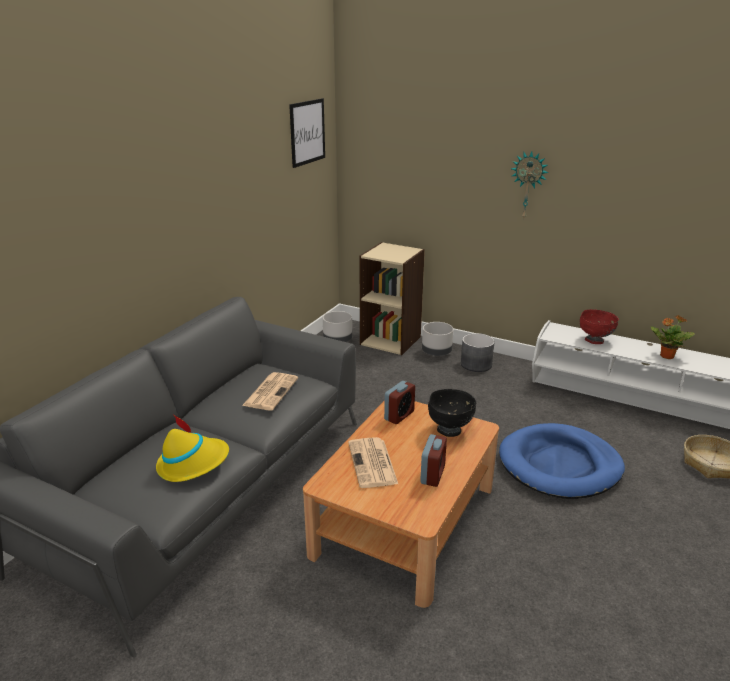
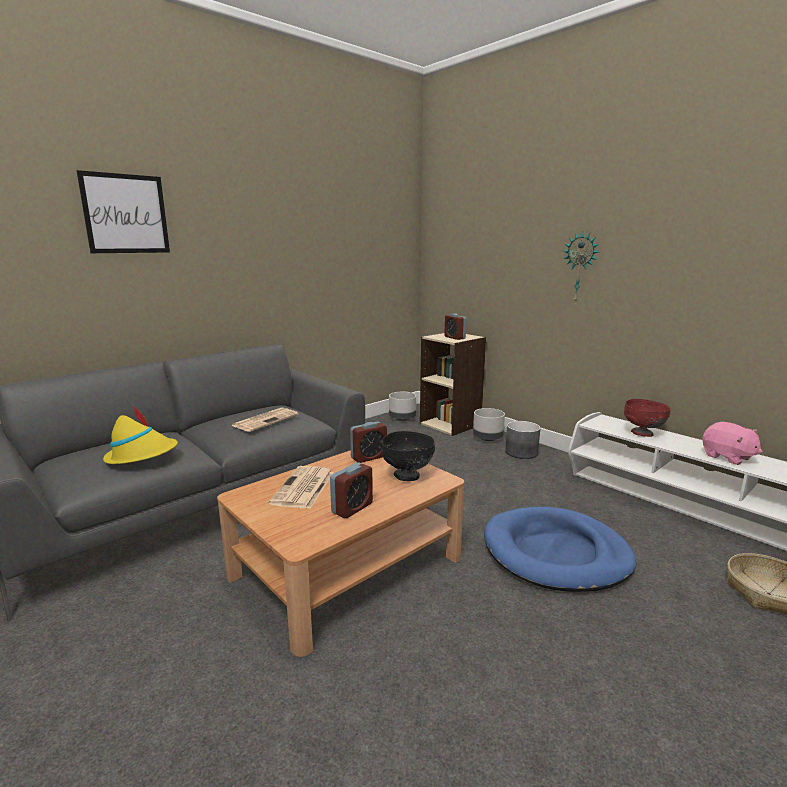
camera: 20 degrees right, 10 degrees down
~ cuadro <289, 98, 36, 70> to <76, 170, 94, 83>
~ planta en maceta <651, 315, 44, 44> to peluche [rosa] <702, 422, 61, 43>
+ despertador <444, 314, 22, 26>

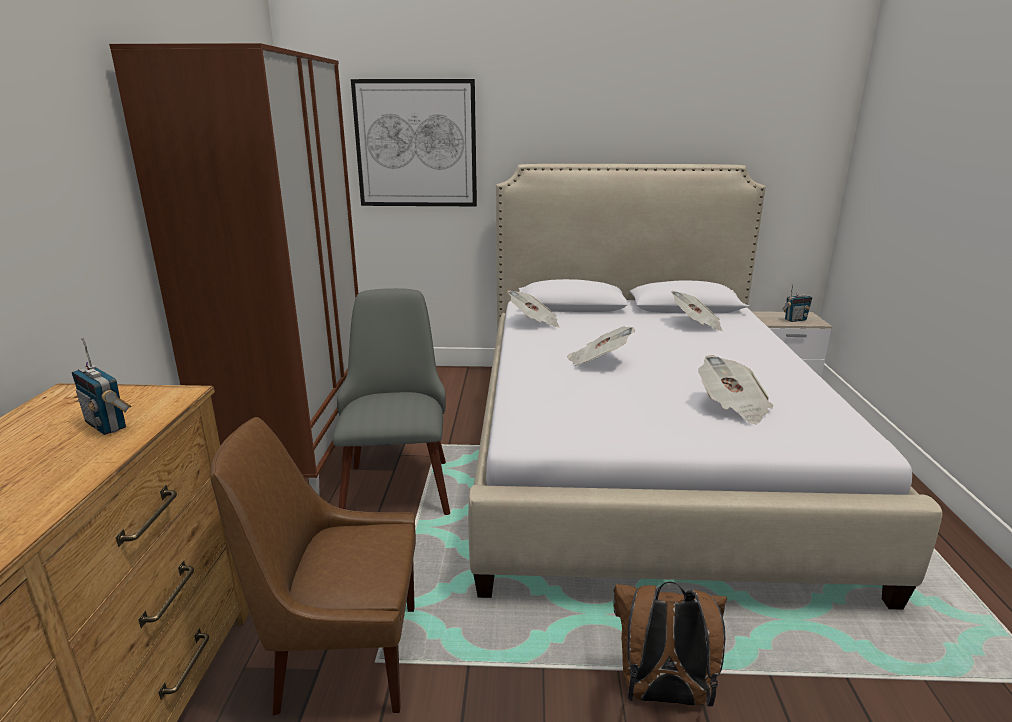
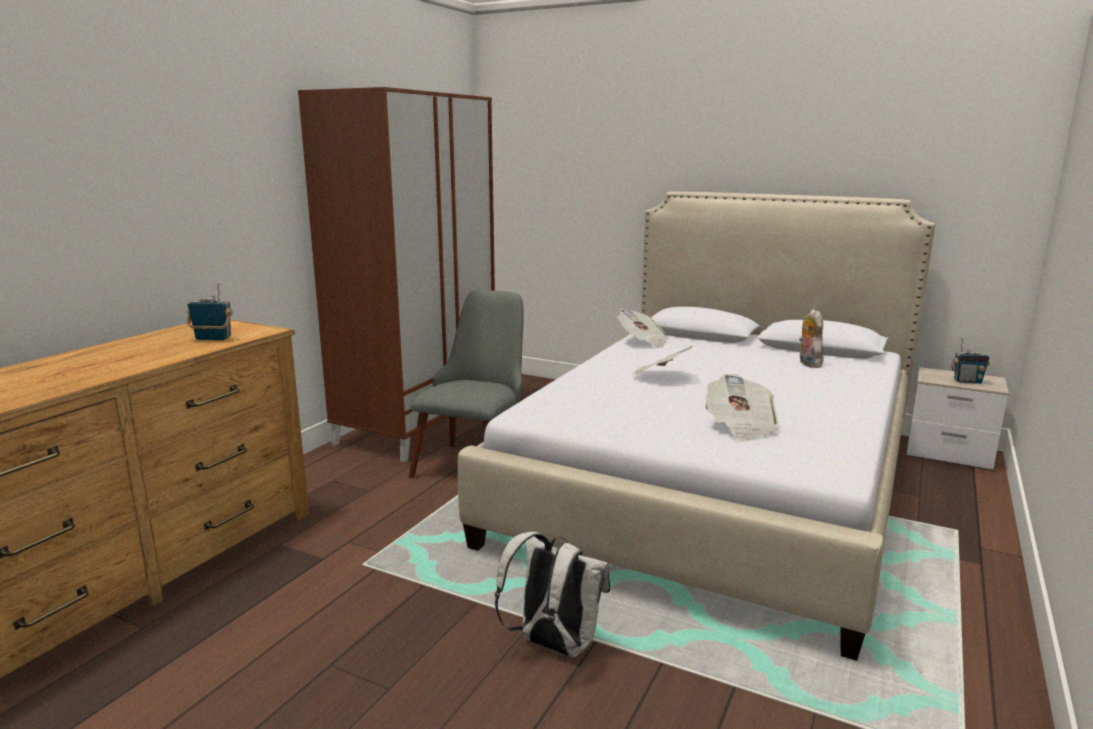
camera: 25 degrees right, 5 degrees down
~ radio <72, 338, 59, 97> = <187, 282, 46, 58> 120 degrees clockwise
- silla [marrón] <210, 417, 206, 299>
- cuadro <351, 79, 126, 127>
~ mochila [marrón] <613, 581, 114, 126> to mochila [blanco] <495, 532, 115, 125>
~ periódico <671, 291, 51, 40> to peluche <799, 309, 25, 59>

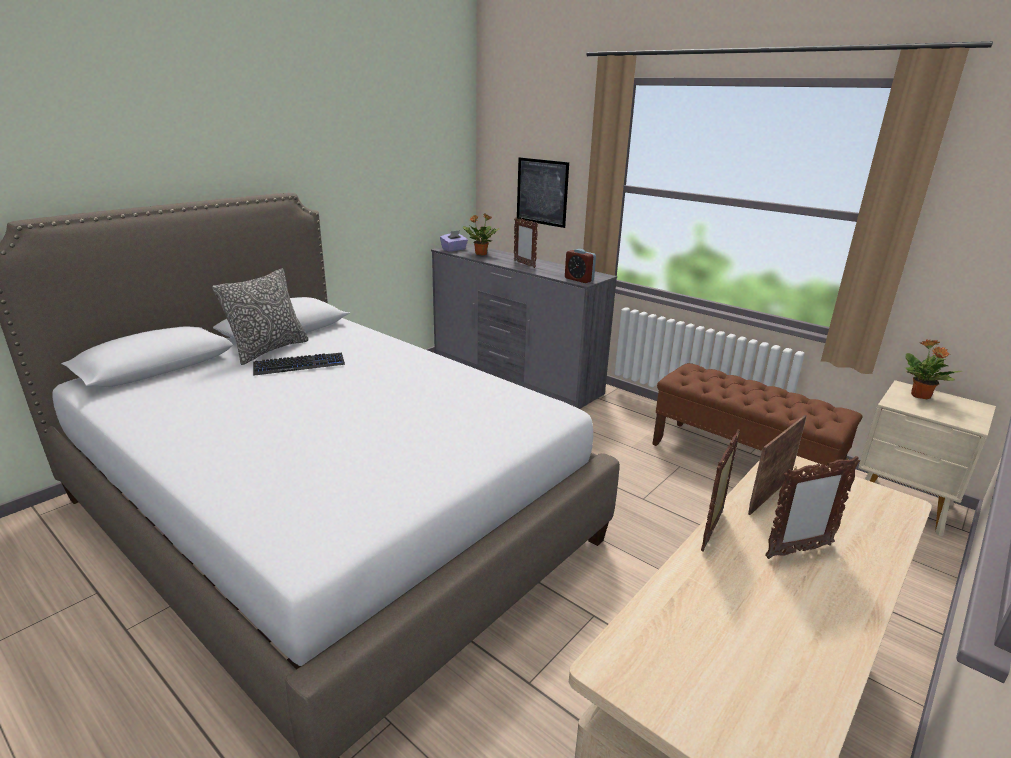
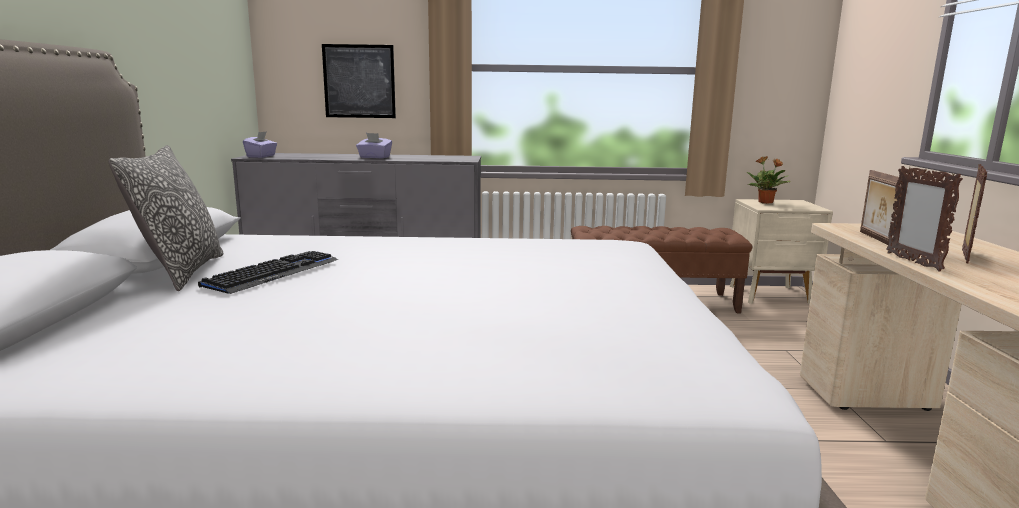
camera: 40 degrees left, 10 degrees down
- planta en maceta <463, 214, 36, 41>
~ portarretratos <514, 218, 24, 50> to caja de pañuelos [morado] <356, 133, 36, 26>
- despertador <565, 249, 31, 34>

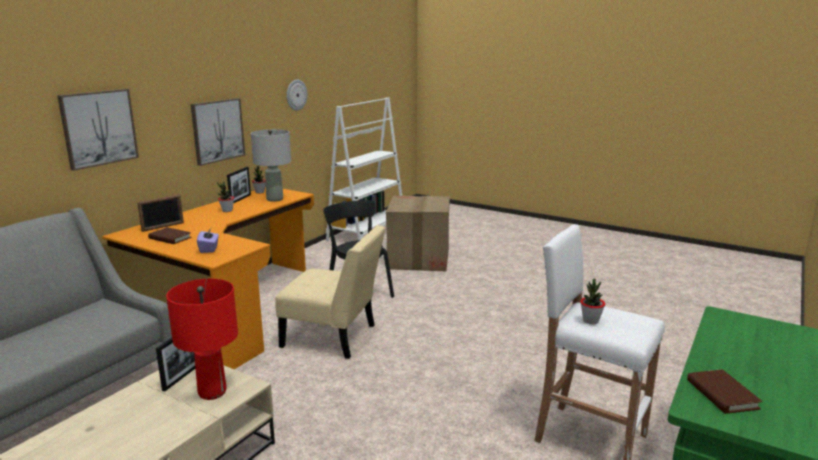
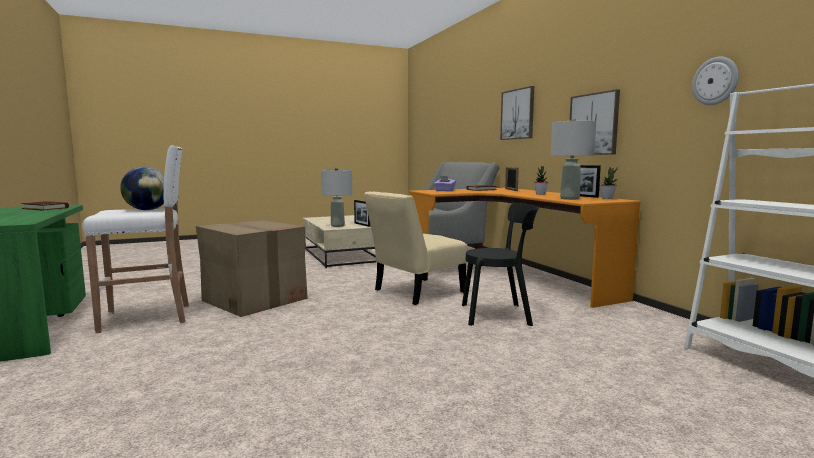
camera: 125 degrees right, 10 degrees down
~ lámpara de mesa [rojo] <166, 279, 72, 121> to lámpara de mesa [gris] <321, 168, 31, 59>
~ caja de cartón <386, 196, 64, 75> to <196, 220, 112, 97>
~ planta en maceta <580, 279, 25, 45> to globo terráqueo <120, 167, 44, 43>

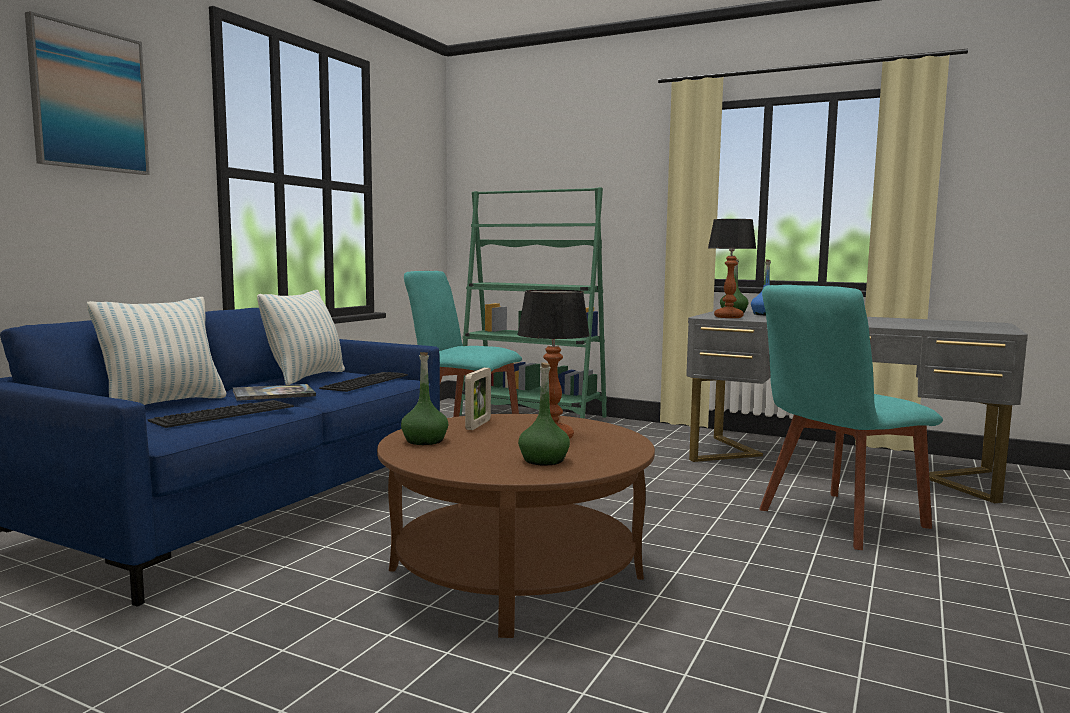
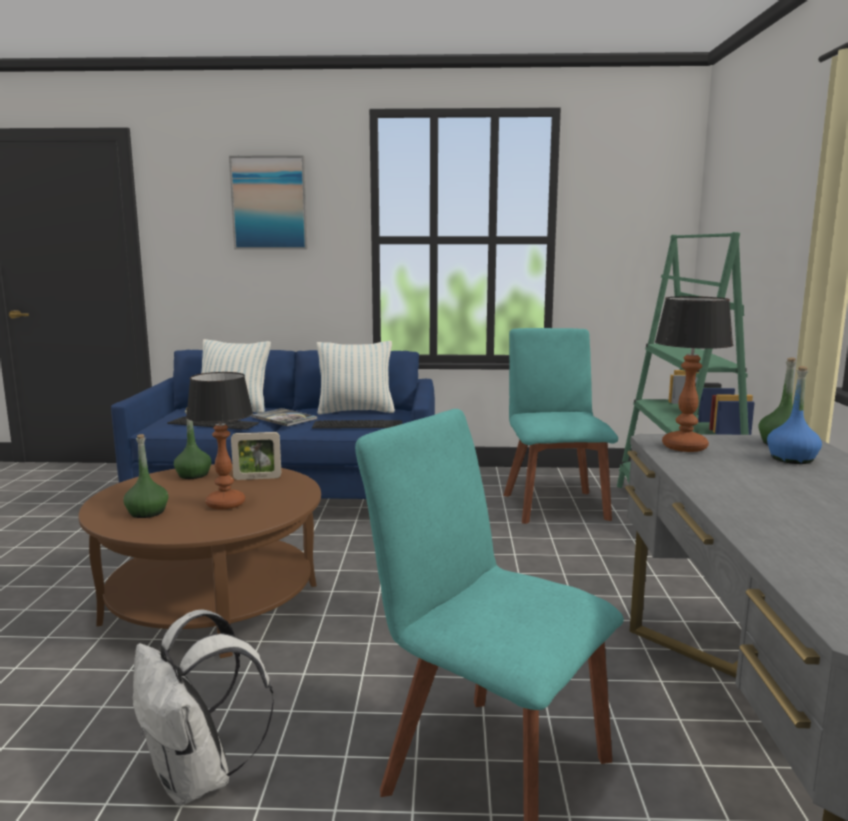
camera: 65 degrees right, 5 degrees up
+ mochila [blanco] <133, 609, 141, 197>

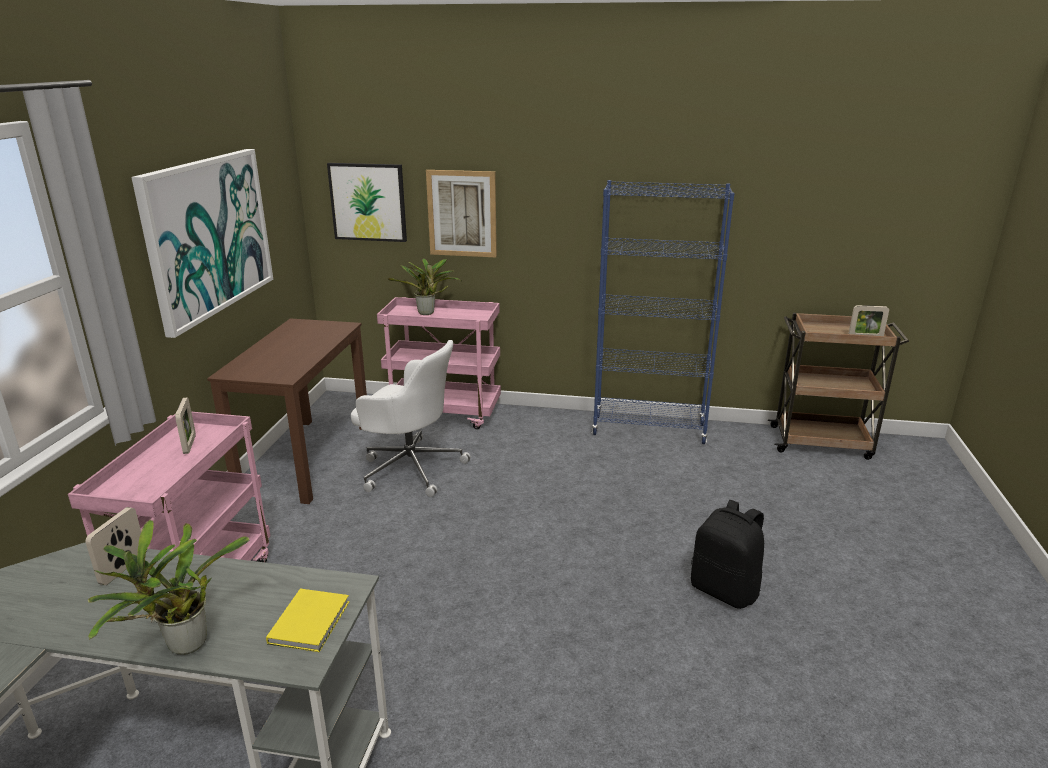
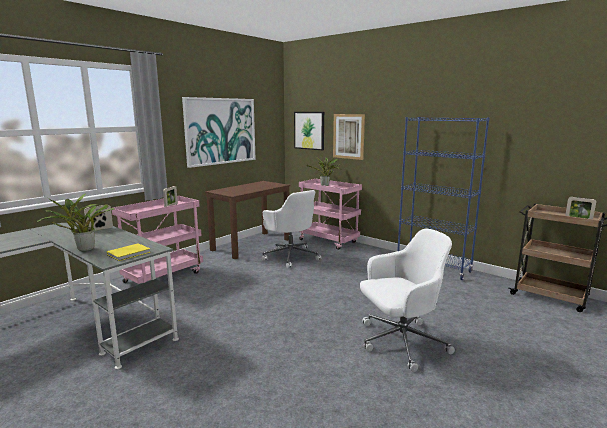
camera: 30 degrees right, 10 degrees down
~ mochila [negro] <691, 500, 73, 109> to silla de oficina [blanco] <360, 228, 95, 144>

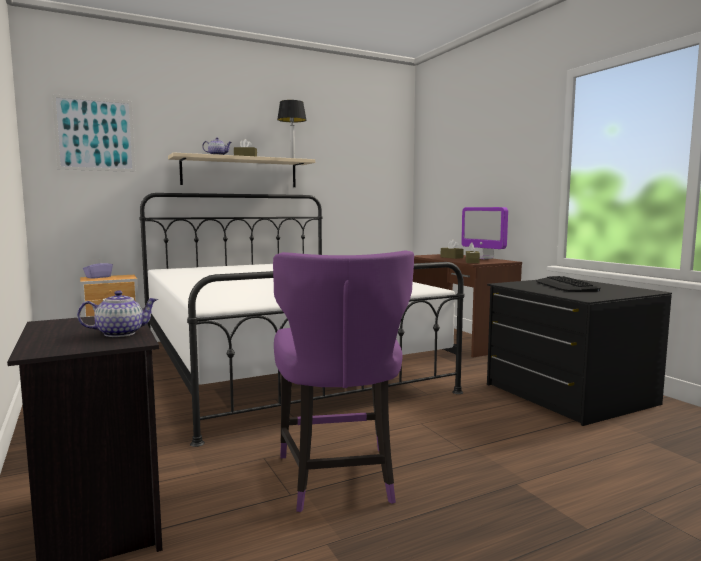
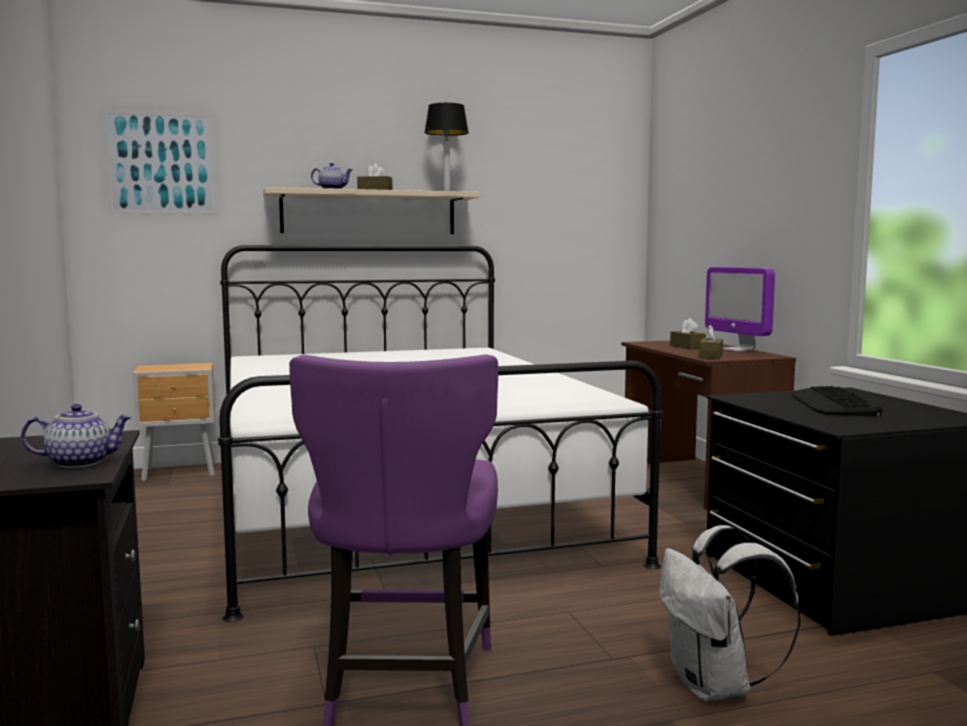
camera: 10 degrees right, 0 degrees up
- caja de pañuelos [morado] <83, 258, 30, 21>
+ mochila [blanco] <659, 525, 142, 176>

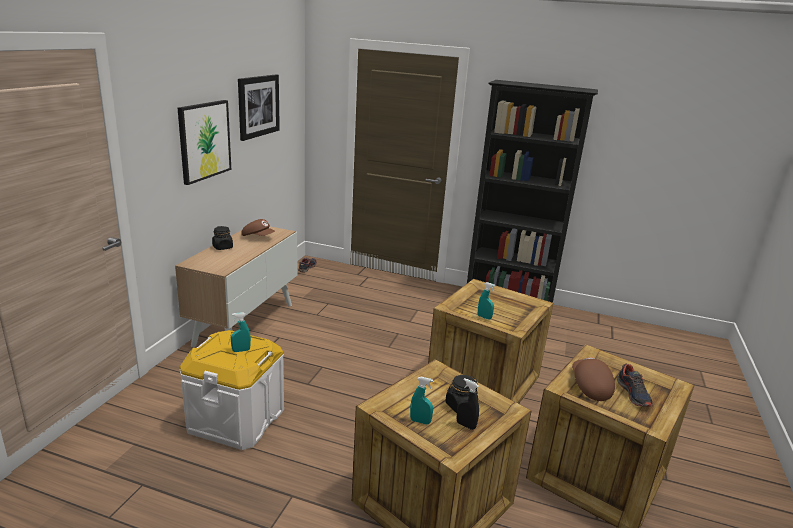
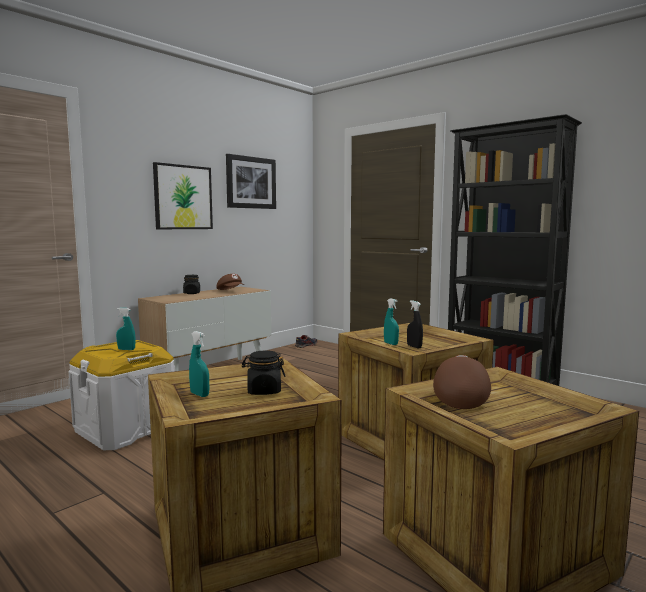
camera: 25 degrees right, 15 degrees down
~ pulverizador [negro] <457, 378, 22, 52> to <407, 300, 16, 49>
- zapato <617, 364, 36, 43>

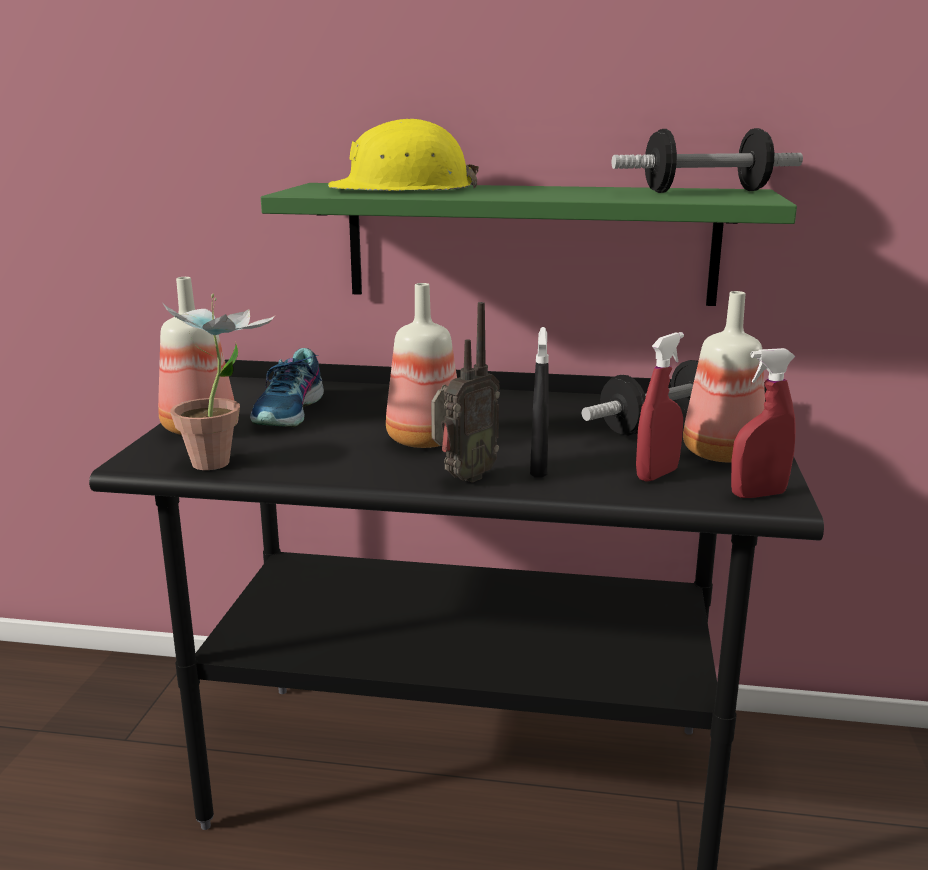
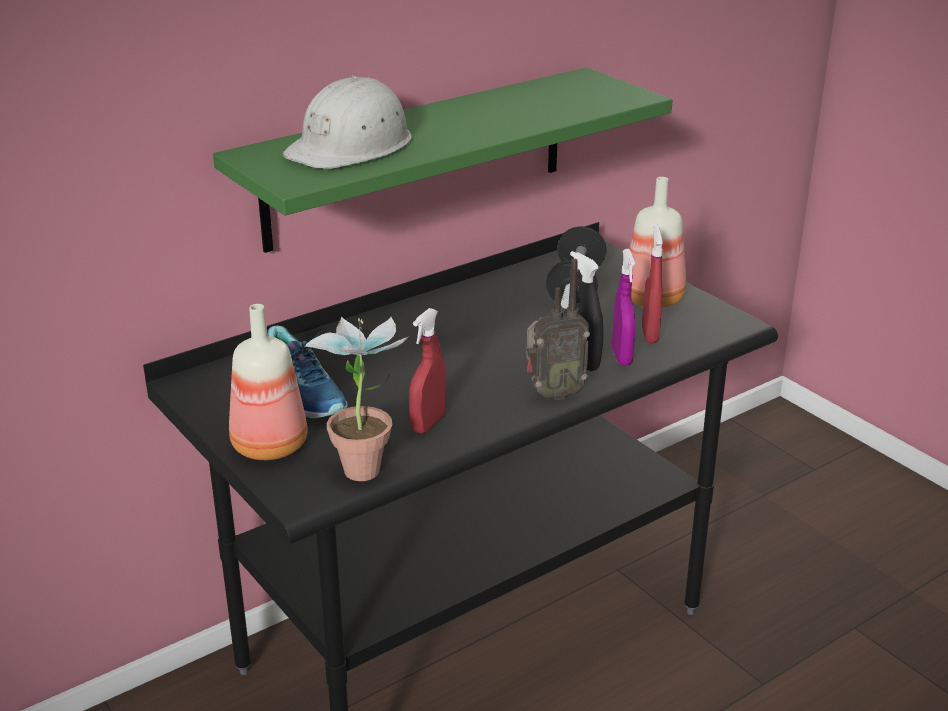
camera: 45 degrees left, 10 degrees up
~ casco [amarillo] <328, 119, 151, 72> to casco [blanco] <283, 75, 129, 94>
- botella <386, 283, 71, 165>
~ radio <431, 302, 69, 180> = <526, 259, 64, 141> 75 degrees clockwise
- mancuerna <612, 128, 191, 65>
~ pulverizador [rojo] <731, 348, 65, 150> to <409, 308, 37, 125>
+ pulverizador [morado] <612, 249, 23, 117>

